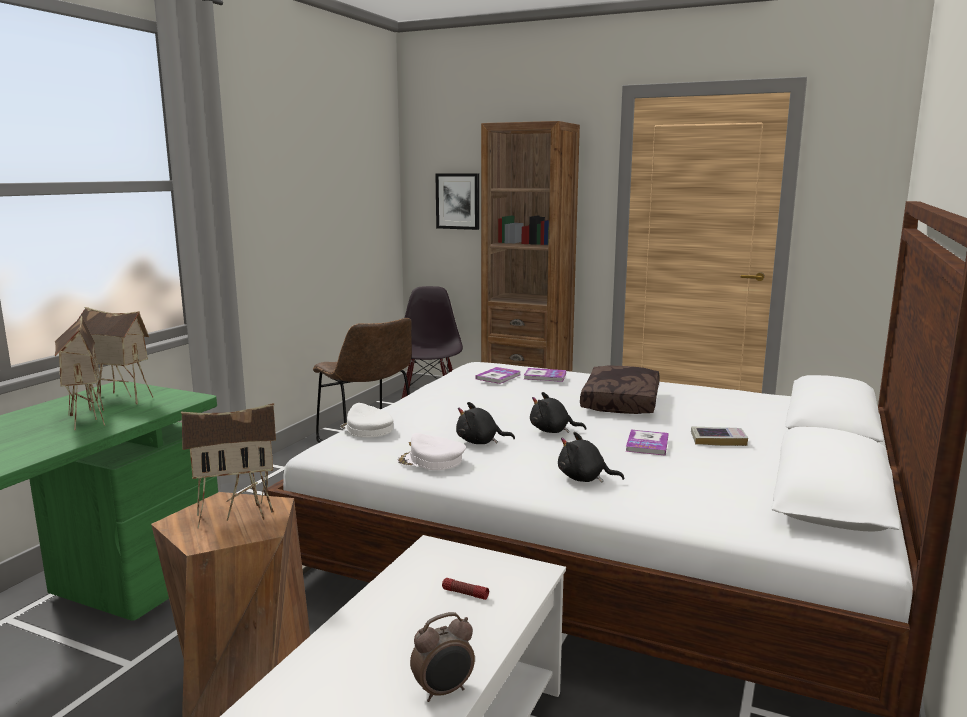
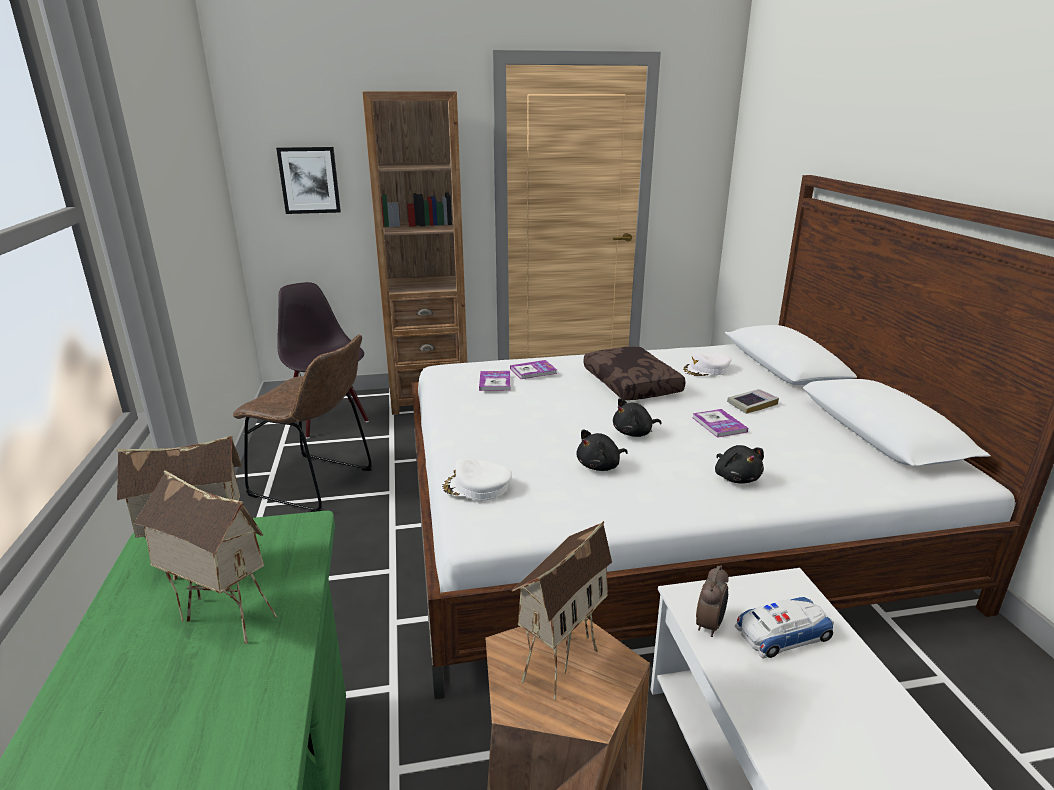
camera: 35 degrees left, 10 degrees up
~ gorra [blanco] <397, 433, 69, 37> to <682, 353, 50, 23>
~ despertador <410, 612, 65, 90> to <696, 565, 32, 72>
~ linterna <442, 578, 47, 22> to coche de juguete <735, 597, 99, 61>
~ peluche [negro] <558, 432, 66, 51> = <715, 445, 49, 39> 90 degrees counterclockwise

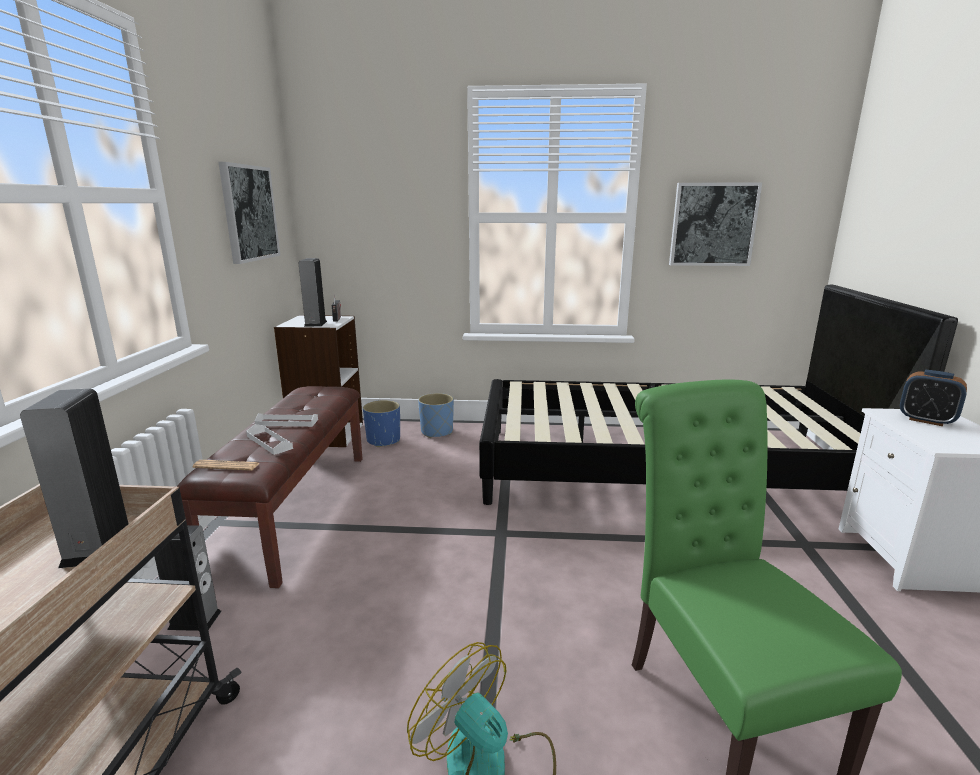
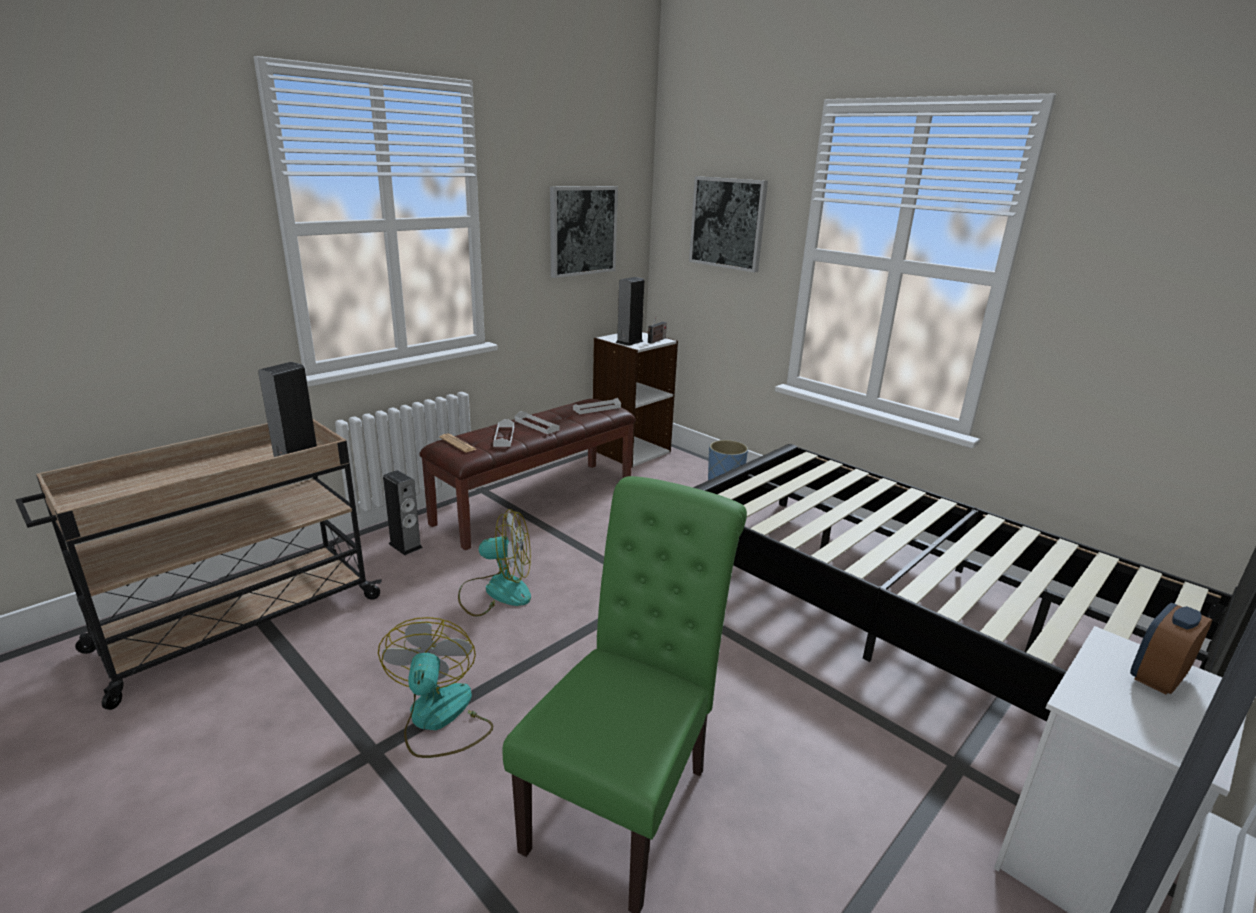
camera: 40 degrees right, 5 degrees up
- maceta [azul] <363, 400, 37, 47>
~ cuadro <669, 183, 93, 83> to <689, 176, 79, 97>
~ despertador <900, 370, 67, 56> = <1130, 603, 82, 92> 60 degrees clockwise
+ ventilador <458, 509, 73, 108>
+ bandeja [blanco] <573, 398, 48, 16>

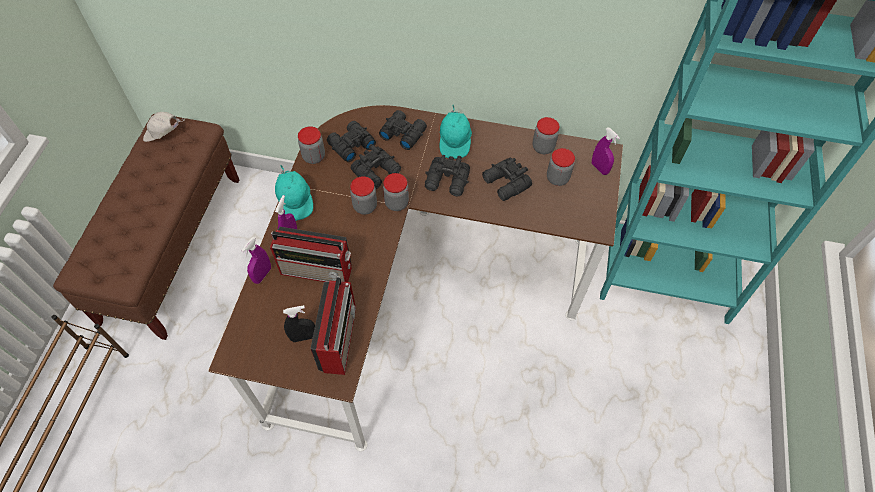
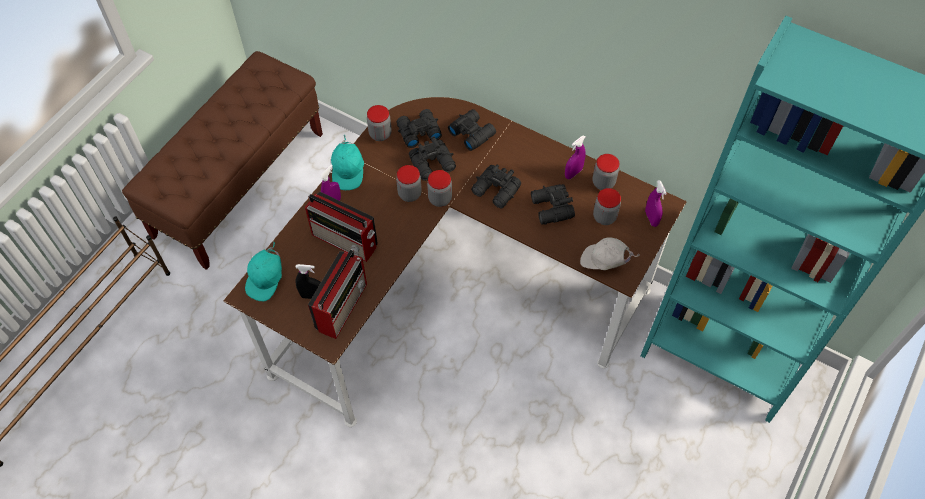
camera: 20 degrees right, 0 degrees up
~ gorra [blanco] <143, 112, 42, 30> to <580, 237, 60, 33>
~ pulverizador [morado] <241, 237, 30, 47> to <565, 135, 20, 44>
~ gorra [turquesa] <439, 105, 33, 54> to <245, 242, 37, 59>

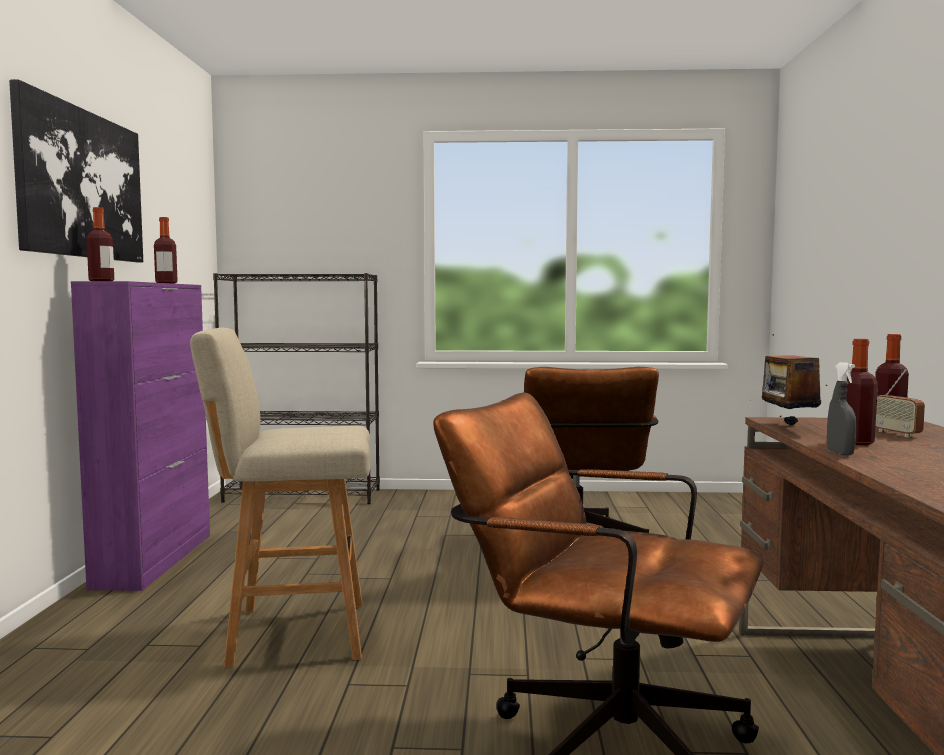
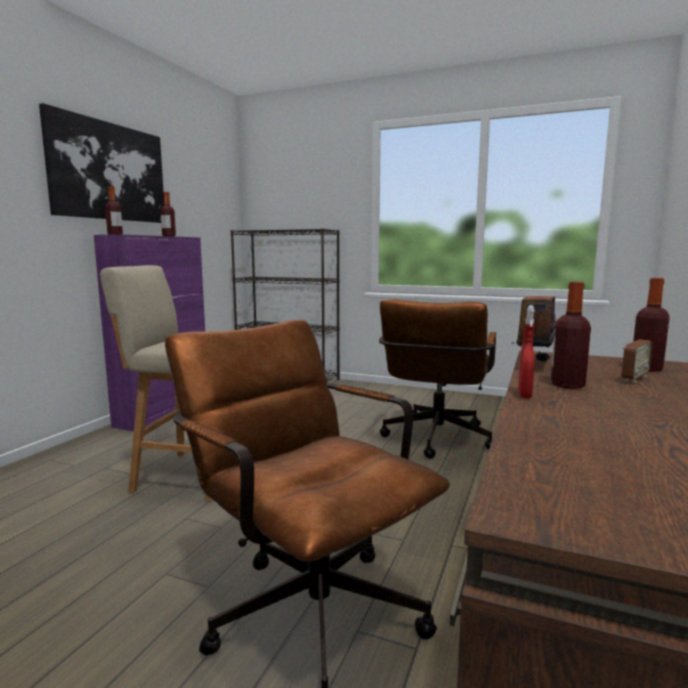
camera: 20 degrees right, 5 degrees up
~ pulverizador [gris] <827, 362, 30, 93> to pulverizador [rojo] <518, 305, 17, 94>
~ radio <876, 369, 49, 68> = <622, 314, 31, 69> 135 degrees counterclockwise

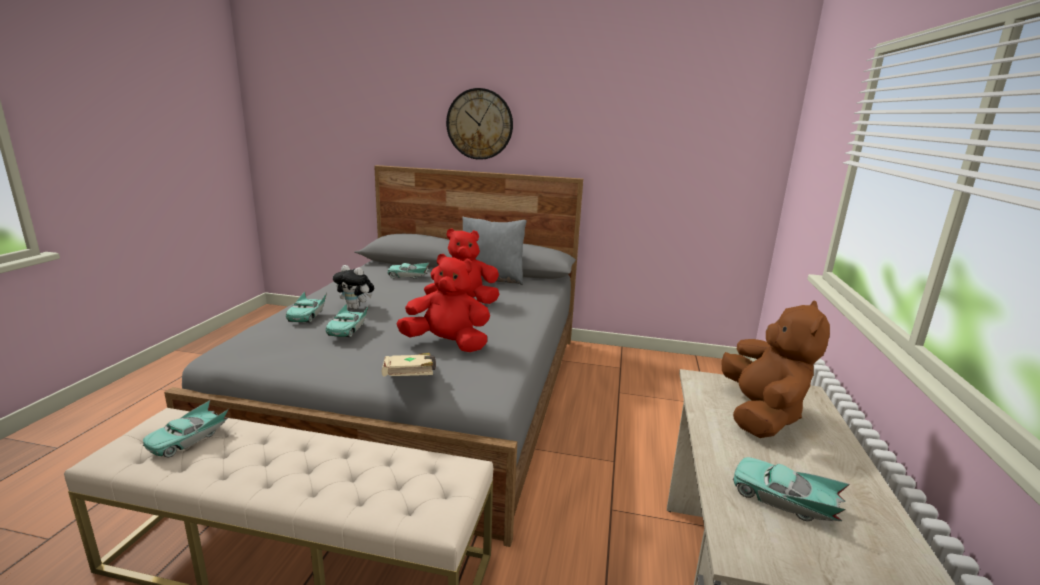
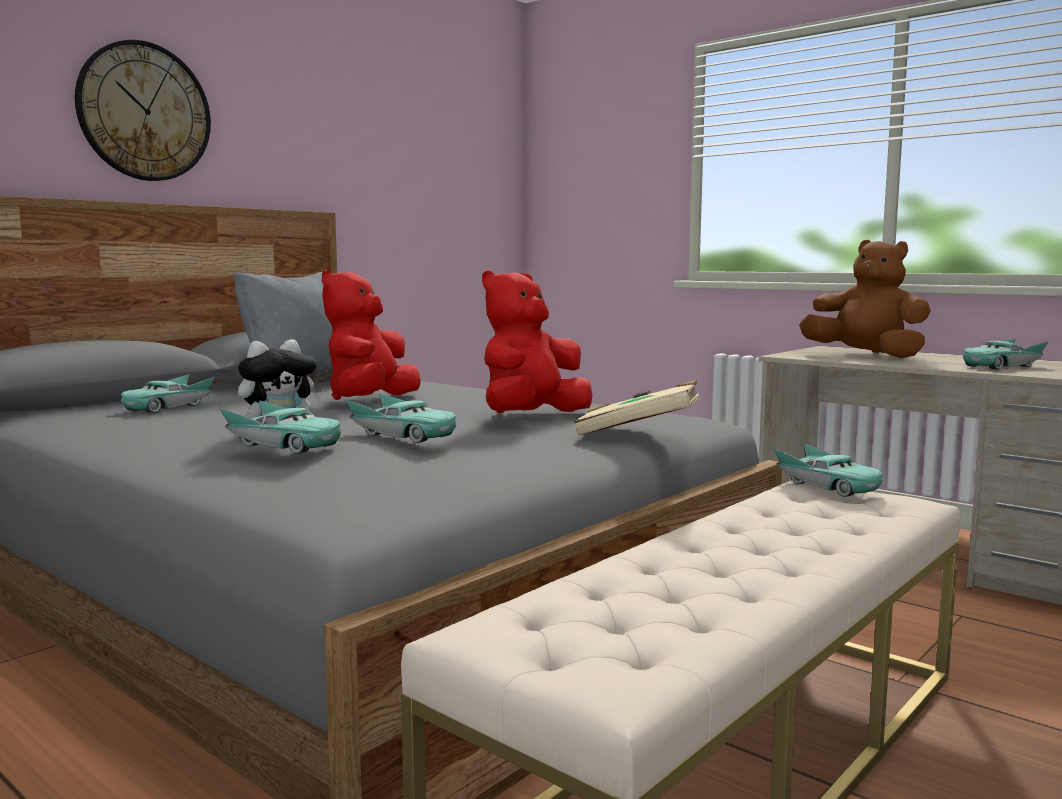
camera: 60 degrees left, 10 degrees down
~ coche de juguete [turquesa] <143, 400, 86, 58> to <773, 443, 109, 54>

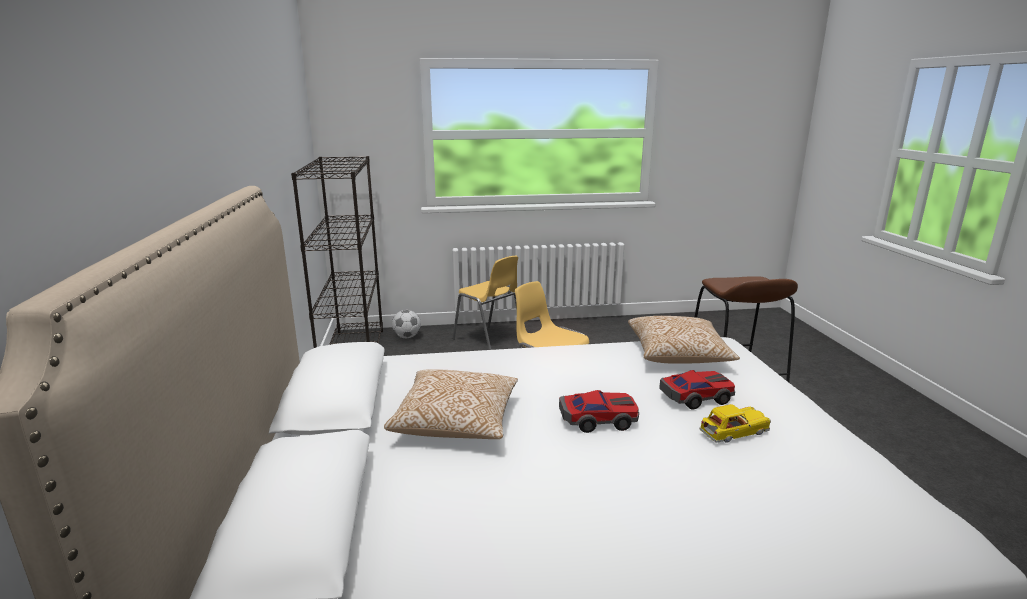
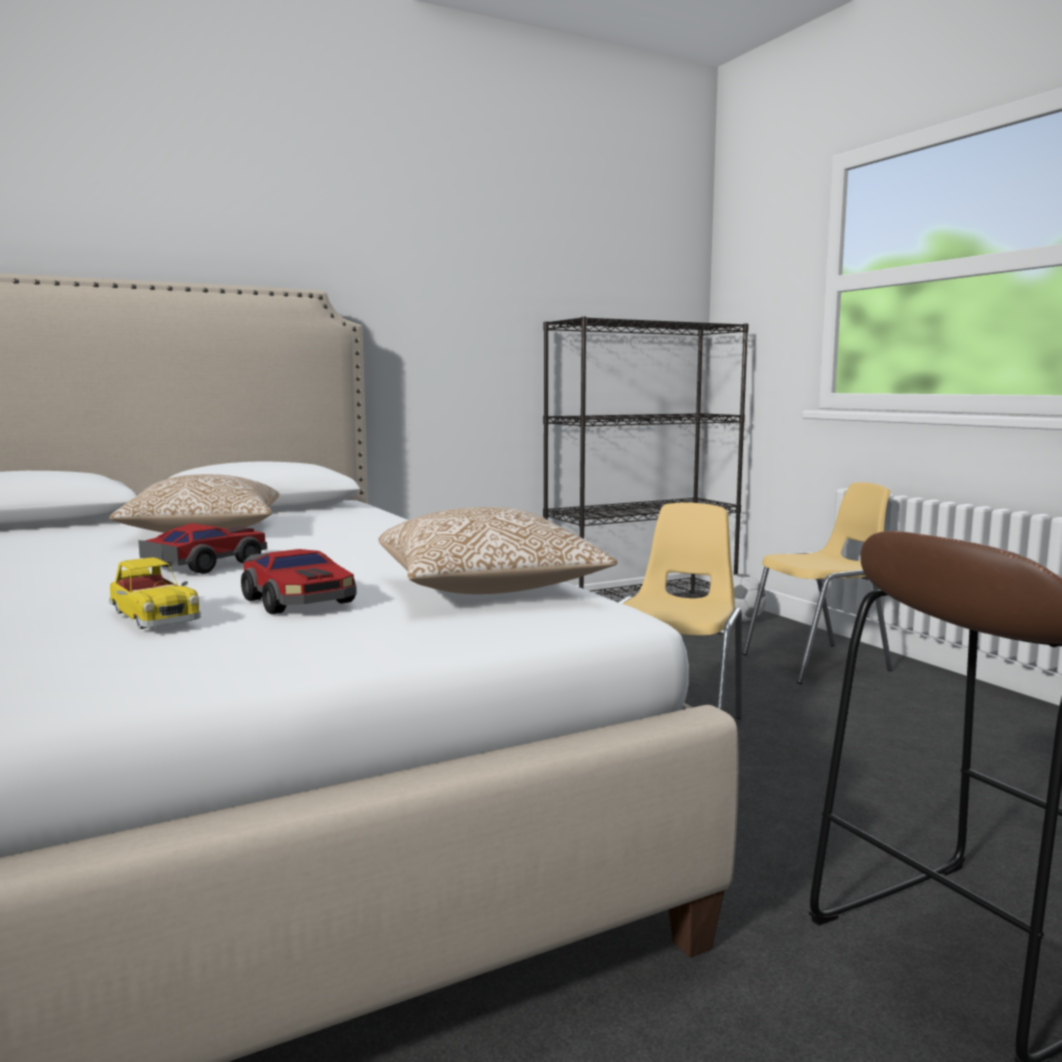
camera: 70 degrees right, 10 degrees down
~ silla [amarillo] <452, 256, 66, 94> = <742, 482, 151, 202> 135 degrees counterclockwise
~ coche de juguete <559, 390, 80, 43> = <138, 523, 129, 51> 120 degrees counterclockwise

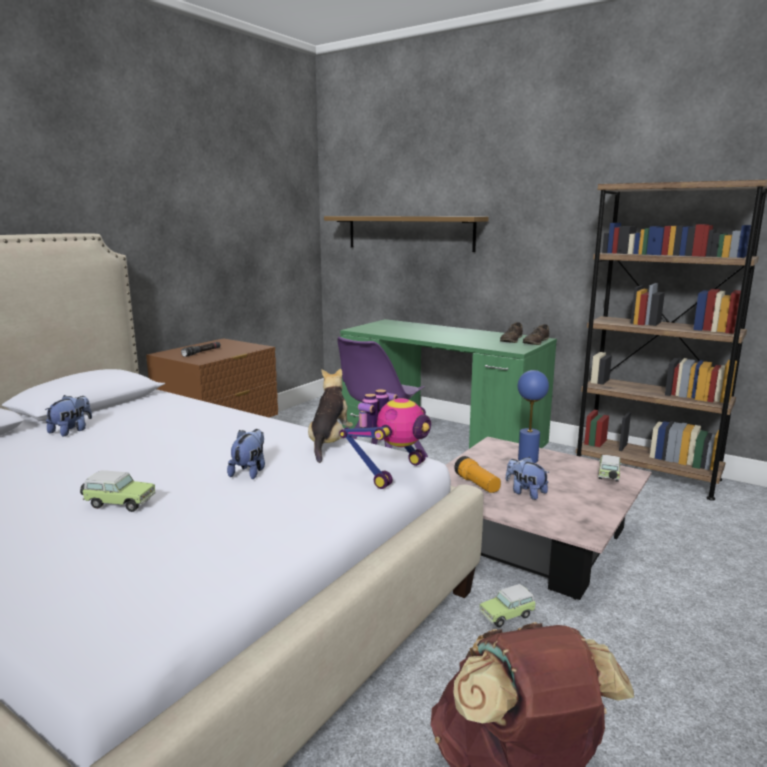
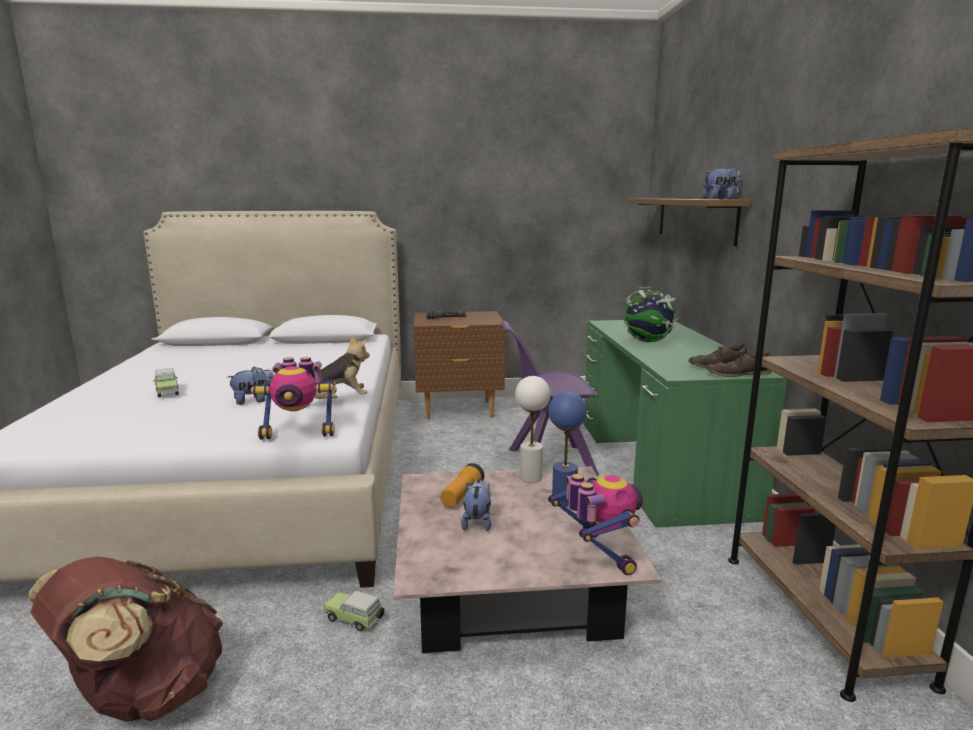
camera: 50 degrees right, 0 degrees up
~ peluche <45, 395, 47, 42> to <702, 167, 39, 32>
~ coche de juguete <598, 455, 24, 27> to robot de juguete <548, 474, 95, 101>
+ lámpara de mesa [blanco] <515, 376, 35, 107>
+ globo terráqueo <624, 287, 54, 55>

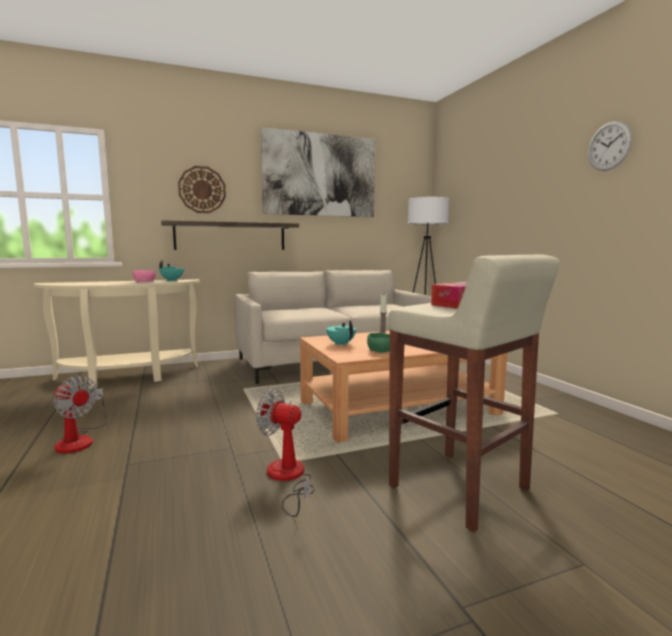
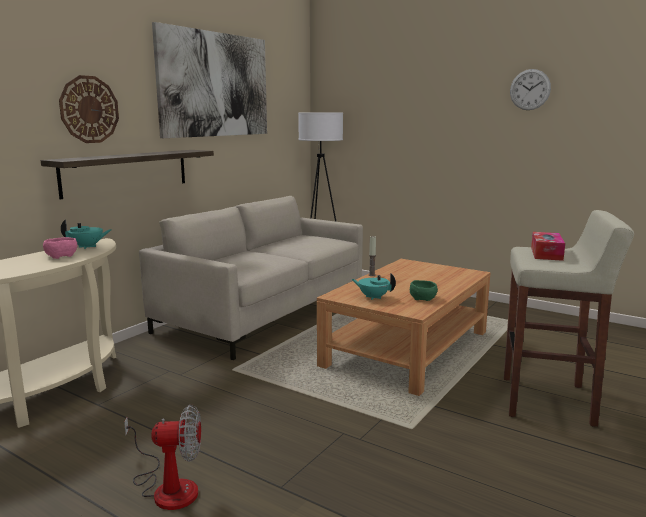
camera: 35 degrees left, 5 degrees up
- ventilador <256, 389, 59, 128>

